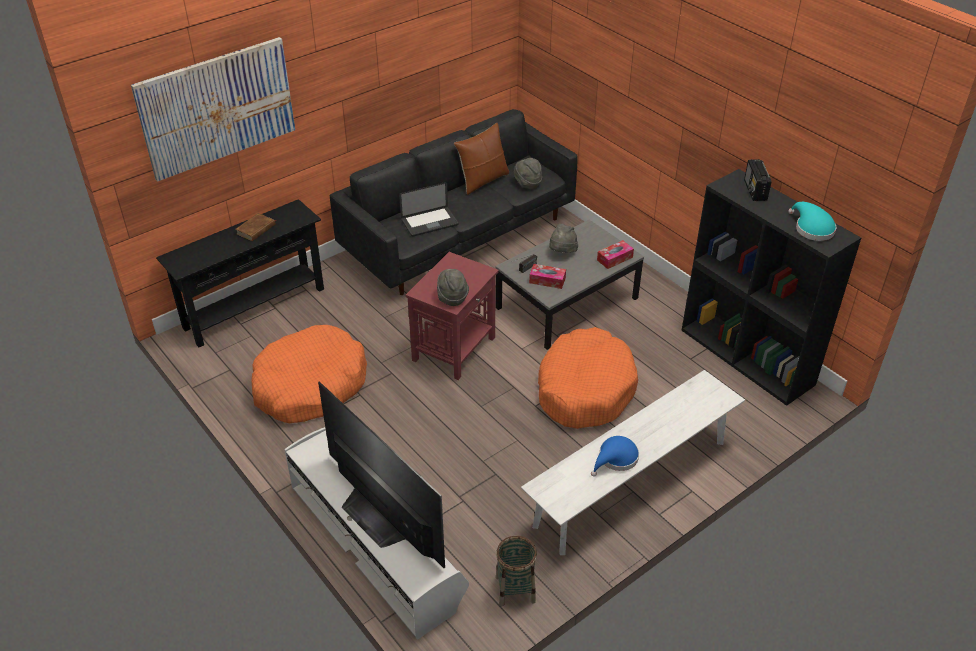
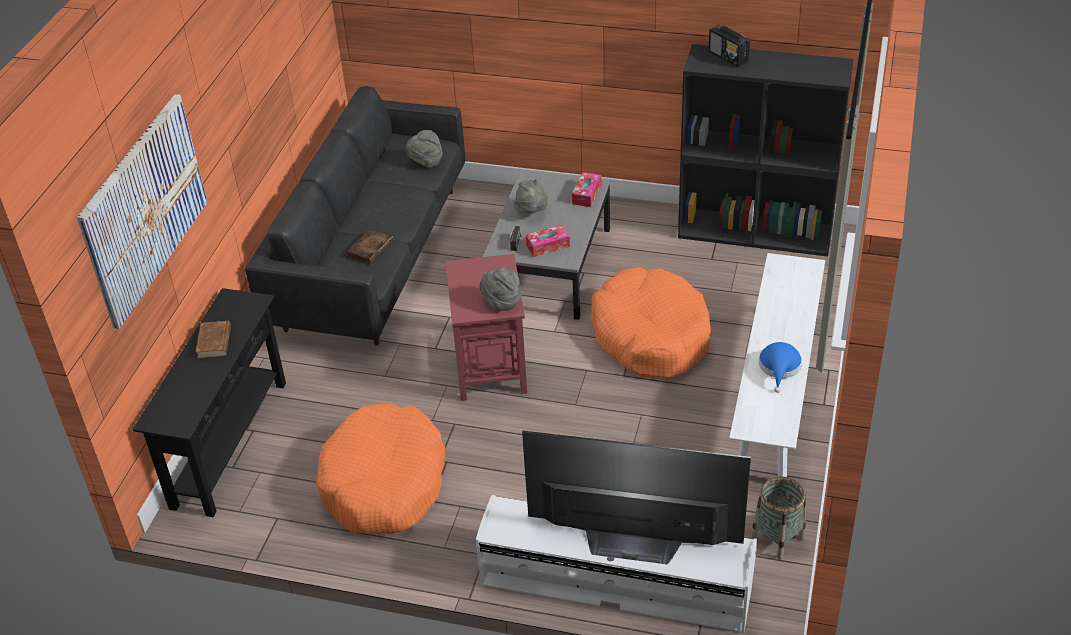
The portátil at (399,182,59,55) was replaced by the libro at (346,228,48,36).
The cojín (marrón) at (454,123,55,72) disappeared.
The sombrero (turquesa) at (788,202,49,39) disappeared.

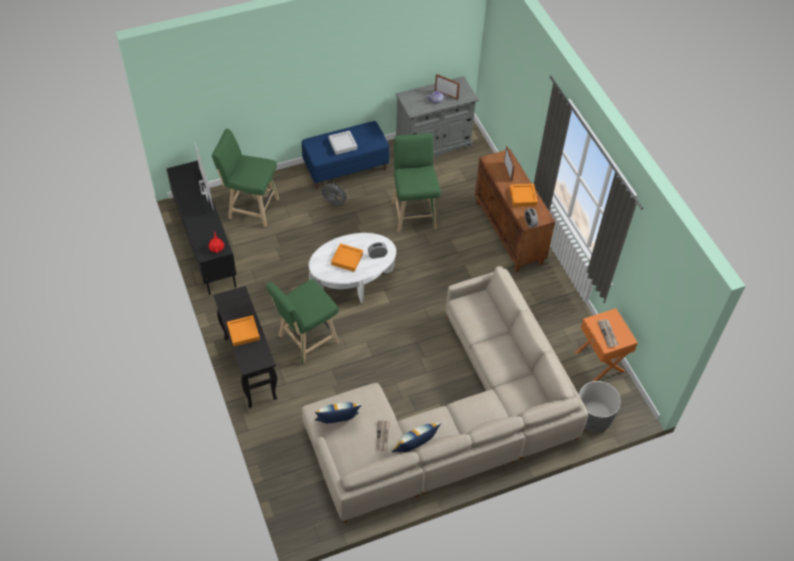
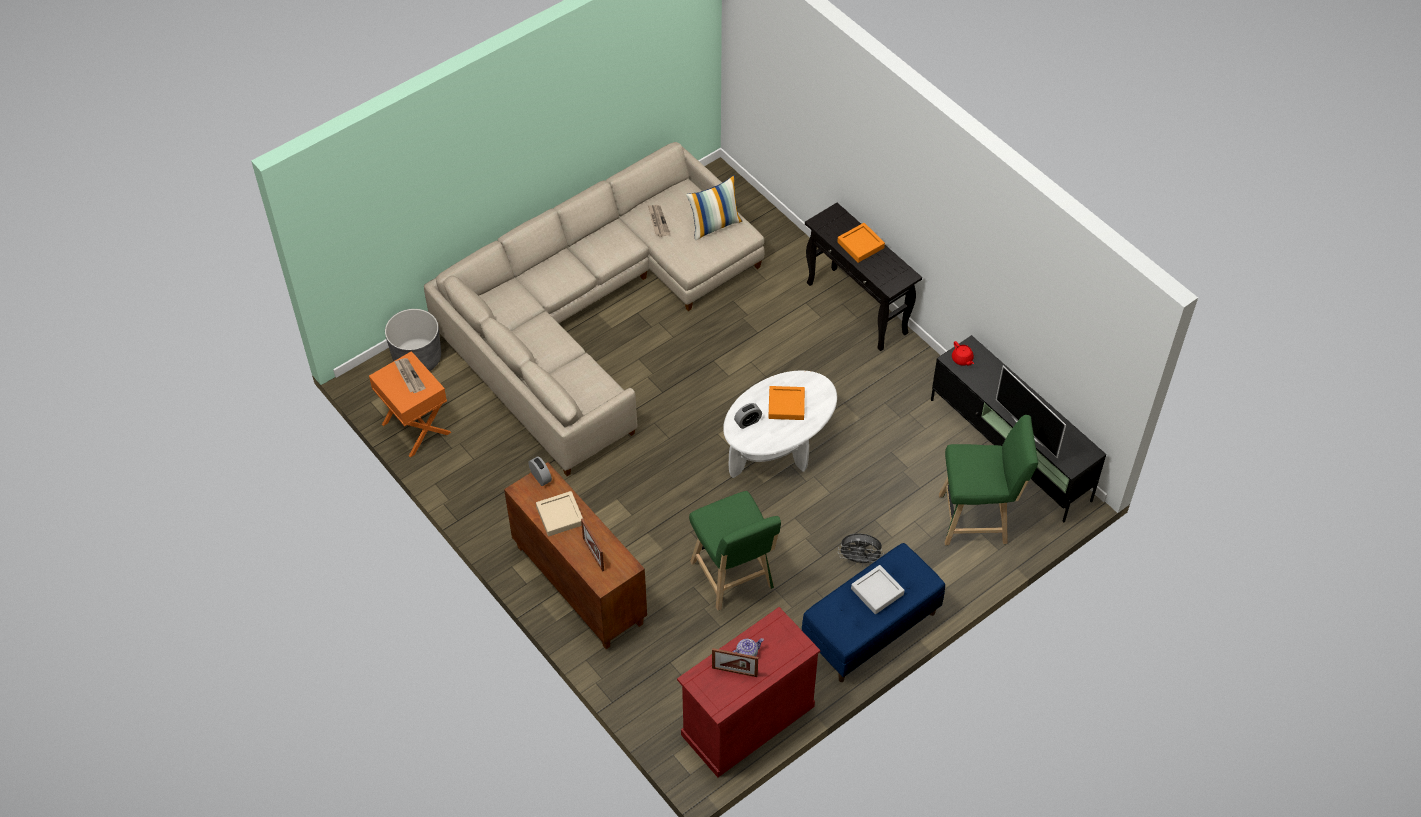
The bandeja (naranja) at (509,184,29,23) became the bandeja (beis) at (536,491,48,45).
The armario (gris) at (396,76,83,80) became the armario (rojo) at (677,607,144,170).
The taburete (verde) at (266,279,73,86) disappeared.
The cojín at (391,423,50,29) disappeared.

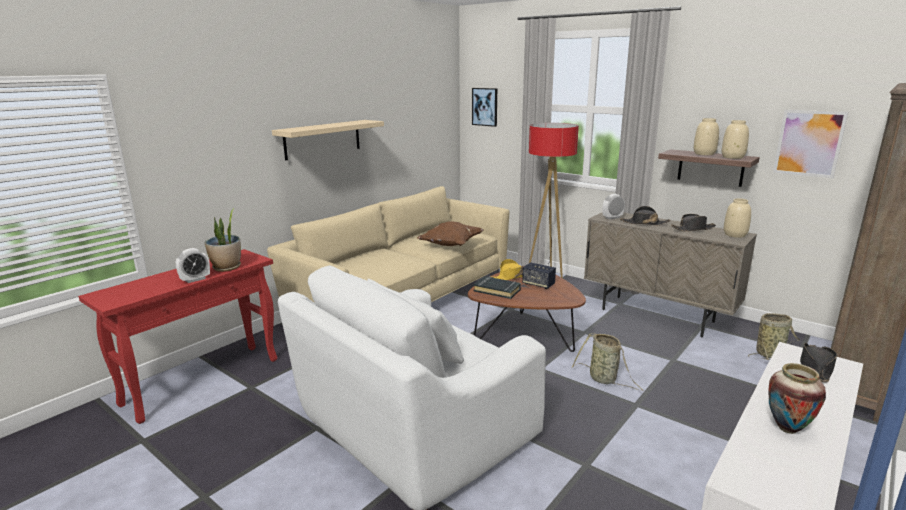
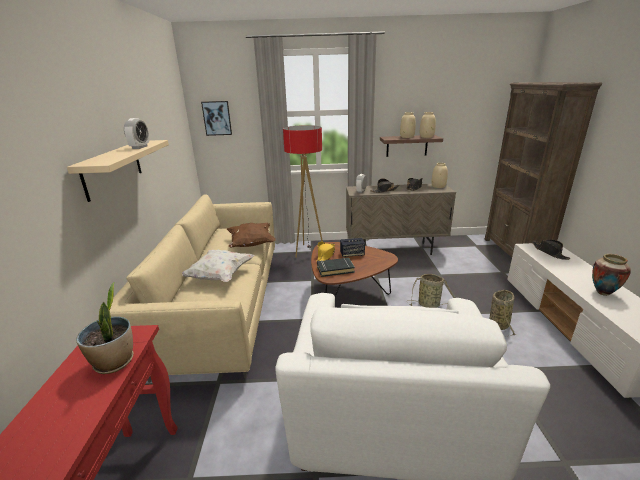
The despertador moved from (176,248,34,35) to (124,118,25,31).
The cojín (blanco) at (182,250,73,32) appeared.
The cesta moved from (748,313,52,47) to (489,290,27,47).
The cuadro at (773,110,75,68) disappeared.

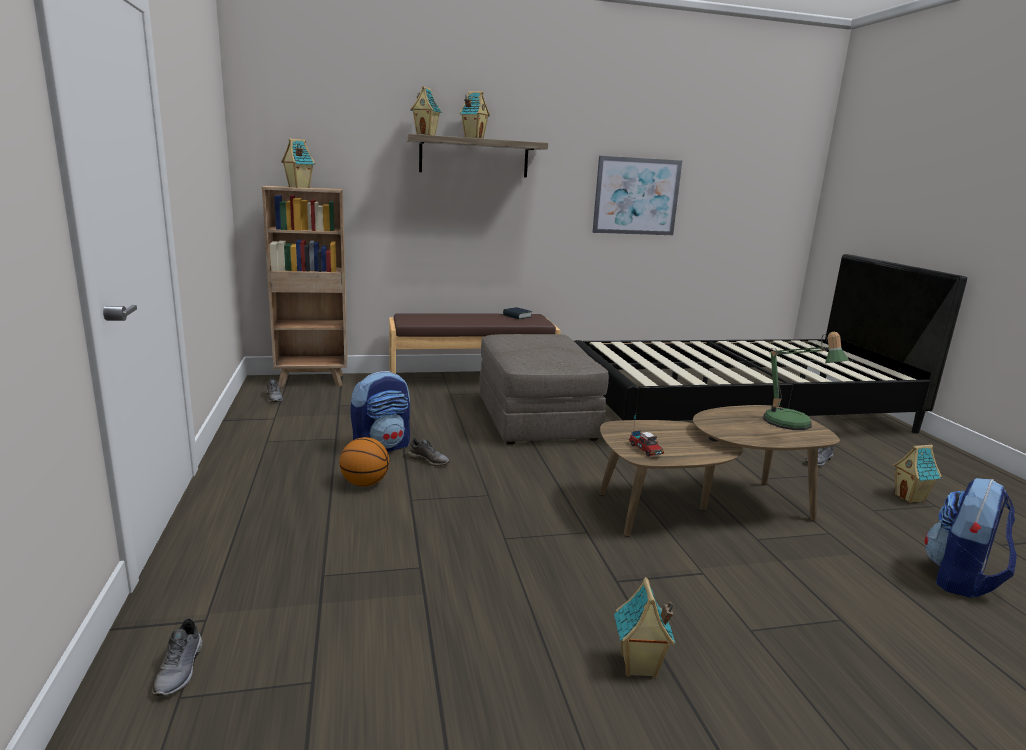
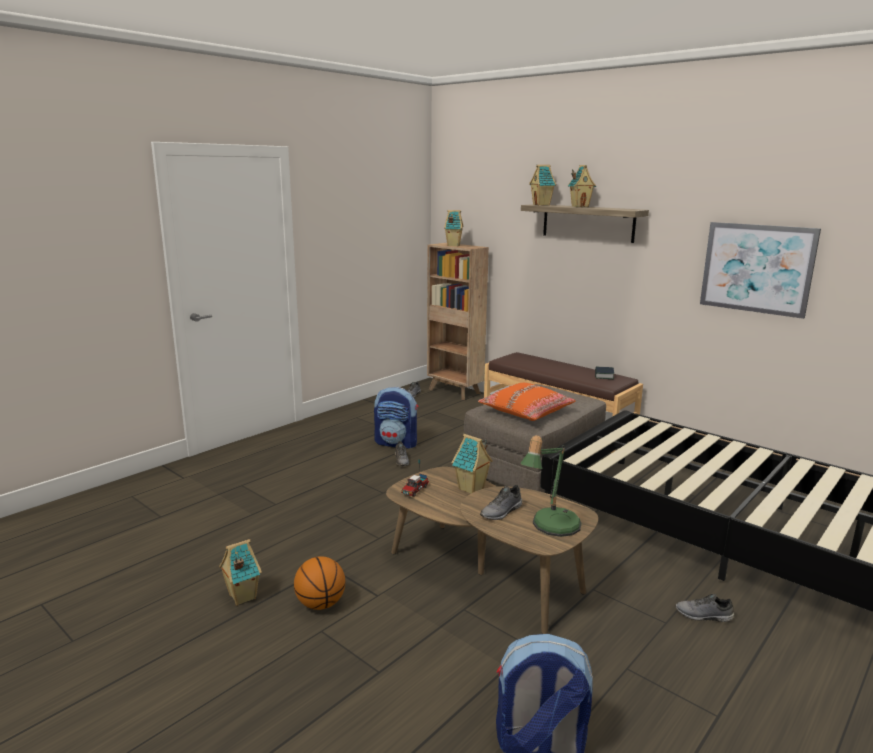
The balón de baloncesto moved from (339,437,50,49) to (294,556,51,54).
The casita moved from (893,444,49,59) to (452,434,41,59).
The cojín (naranja) at (478,383,98,38) appeared.
The zapato (gris) moved from (152,618,50,78) to (480,485,42,35).

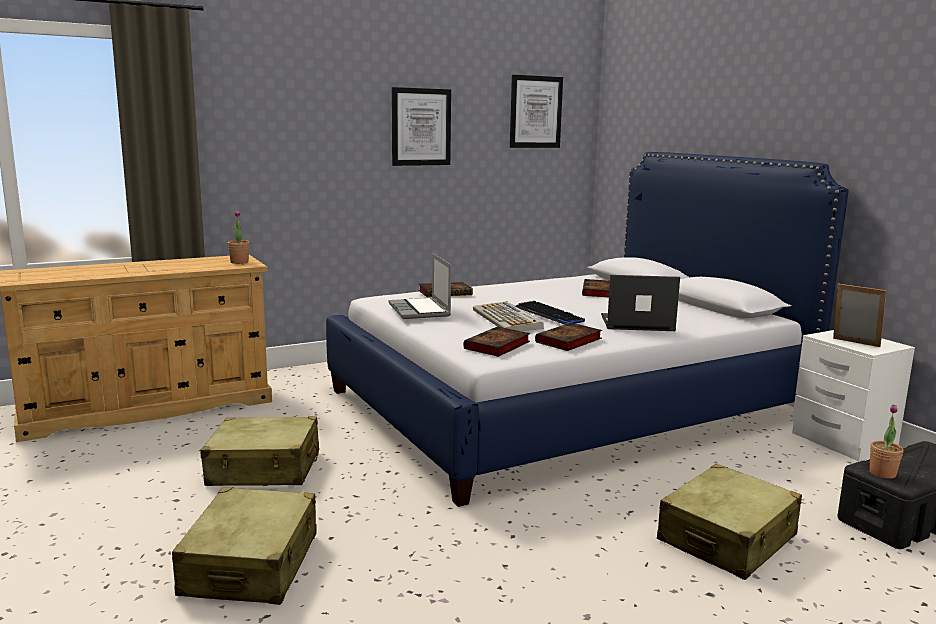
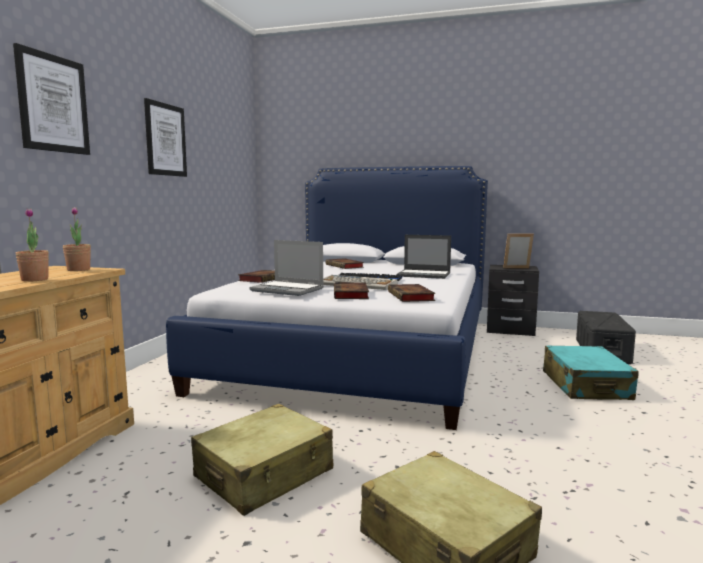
The cuadro moved from (510,75,53,73) to (13,43,77,112).
The planta en maceta moved from (869,404,34,75) to (15,209,34,73).
The libro moved from (535,323,67,28) to (334,282,35,17).
The portátil at (601,275,79,56) turned 120 degrees counterclockwise.
The mesita de noche (blanco) at (792,330,123,131) became the mesita de noche (negro) at (487,265,52,71).
The maleta (beis) at (657,464,145,116) became the maleta (turquesa) at (543,346,96,54).

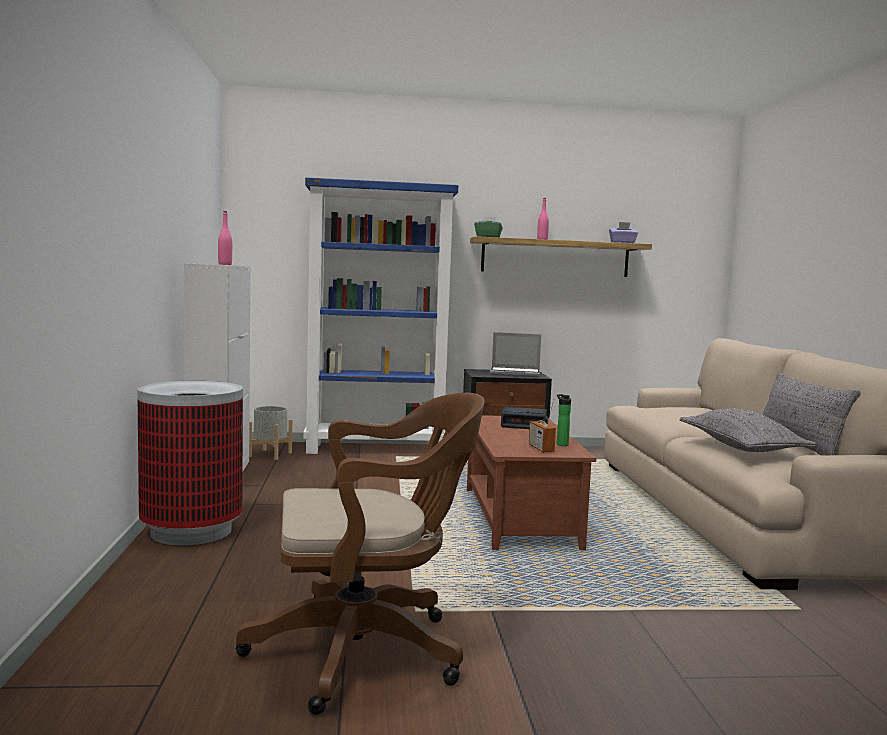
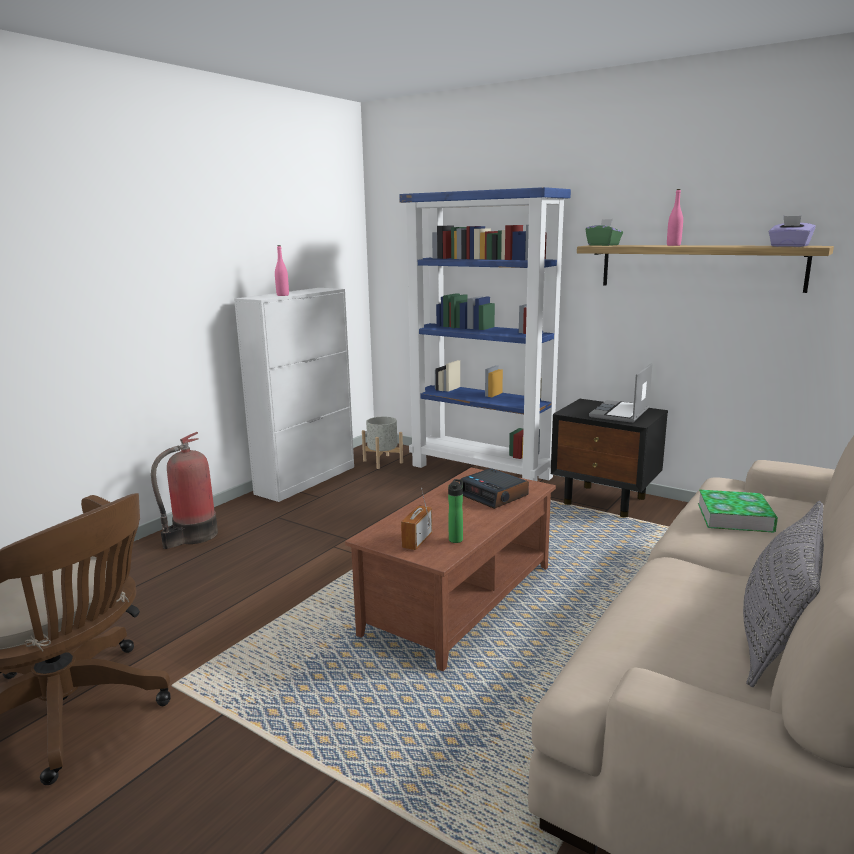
The papelera at (137,381,106,164) was replaced by the extintor at (151,432,67,117).
The portátil at (490,332,51,45) turned 75 degrees clockwise.
The libro at (698,490,80,43) appeared.
The cojín (gris) at (679,408,138,44) disappeared.

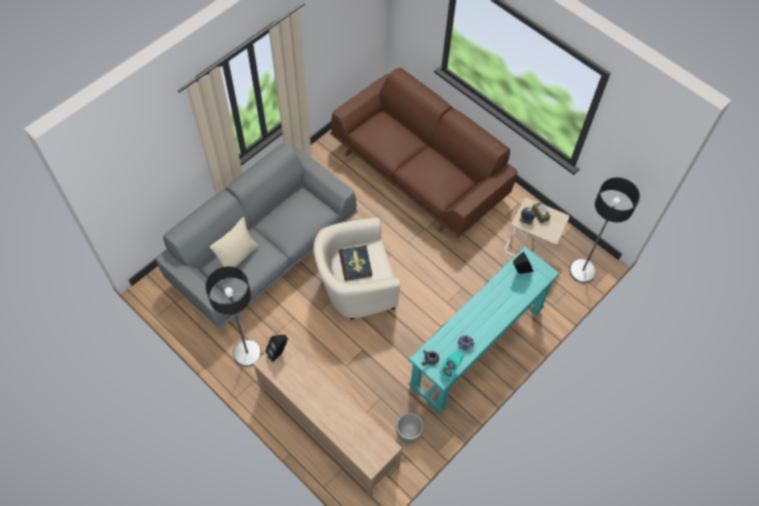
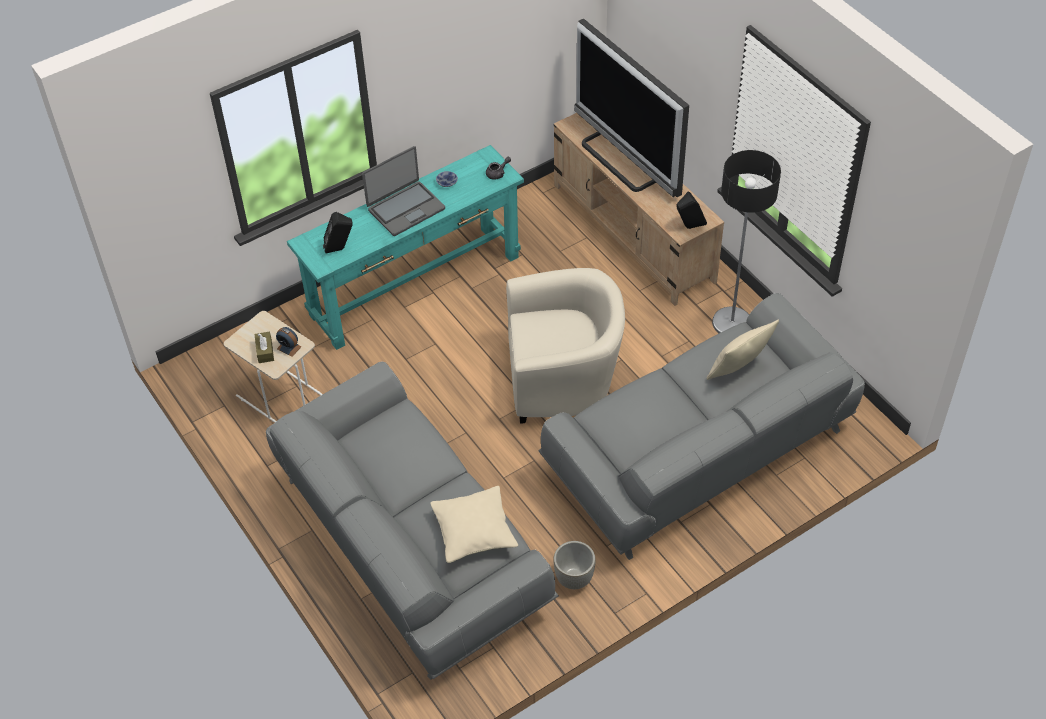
The sofá (marrón) at (330,68,187,170) became the sofá (gris) at (266,362,293,318).
The portátil at (362,146,83,90) appeared.
The cojín (beis) at (430,486,88,77) appeared.
The maceta (gris) moved from (396,413,28,30) to (553,541,43,48).
The televisor at (575,19,114,178) appeared.
The libro at (339,246,33,35) disappeared.
The altavoz (turquesa) at (440,351,24,31) disappeared.
The lámpara de pie at (569,177,71,106) disappeared.

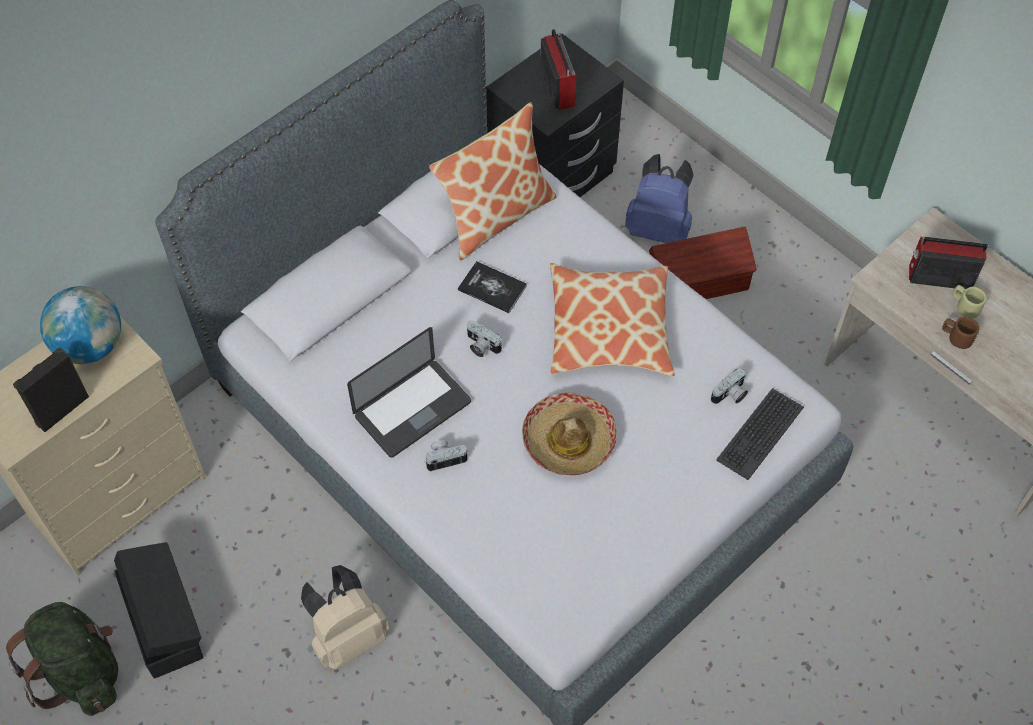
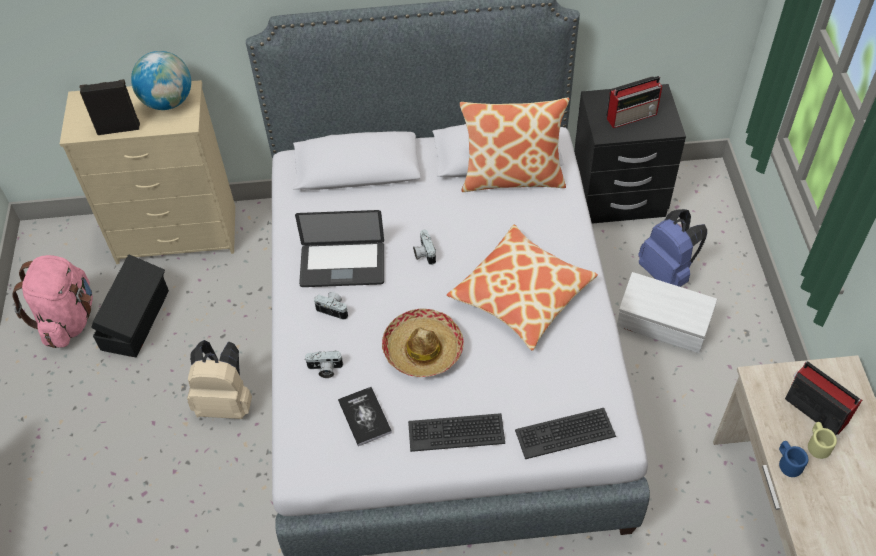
The mochila (verde) at (6,602,112,114) became the mochila (rosa) at (12,255,81,93).
The cámara moved from (711,368,37,36) to (304,351,39,27).
The libro moved from (458,261,69,52) to (338,387,54,59).
The teclado at (408,413,97,39) appeared.
The radio at (540,29,36,81) turned 45 degrees clockwise.
The caja de almacenaje (marrón) at (649,227,108,72) became the caja de almacenaje (blanco) at (617,272,100,81).
The taza grande (marrón) at (942,317,37,32) became the taza grande (azul) at (779,441,29,36).

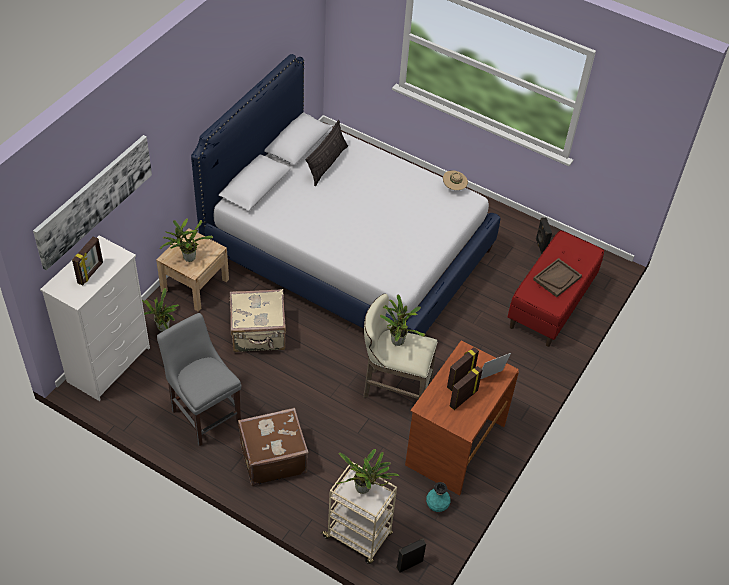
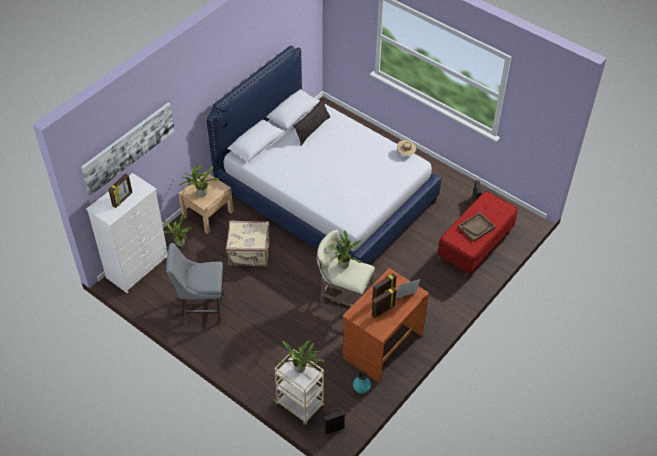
The silla (gris) at (157,313,85,133) turned 60 degrees counterclockwise.
The maleta (marrón) at (238,408,70,78) disappeared.

